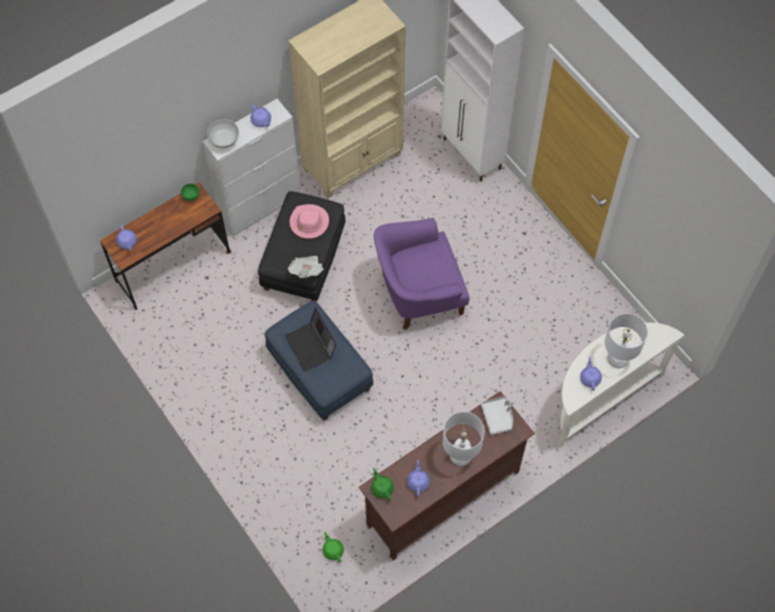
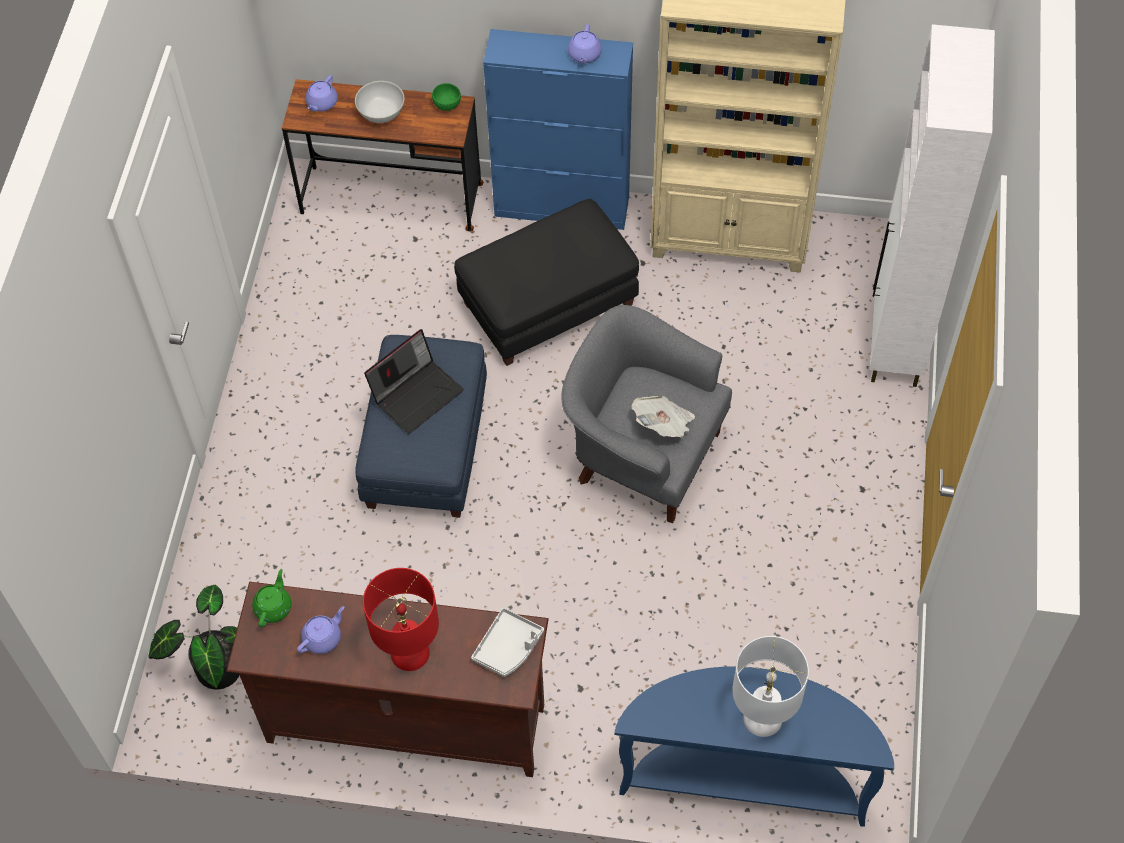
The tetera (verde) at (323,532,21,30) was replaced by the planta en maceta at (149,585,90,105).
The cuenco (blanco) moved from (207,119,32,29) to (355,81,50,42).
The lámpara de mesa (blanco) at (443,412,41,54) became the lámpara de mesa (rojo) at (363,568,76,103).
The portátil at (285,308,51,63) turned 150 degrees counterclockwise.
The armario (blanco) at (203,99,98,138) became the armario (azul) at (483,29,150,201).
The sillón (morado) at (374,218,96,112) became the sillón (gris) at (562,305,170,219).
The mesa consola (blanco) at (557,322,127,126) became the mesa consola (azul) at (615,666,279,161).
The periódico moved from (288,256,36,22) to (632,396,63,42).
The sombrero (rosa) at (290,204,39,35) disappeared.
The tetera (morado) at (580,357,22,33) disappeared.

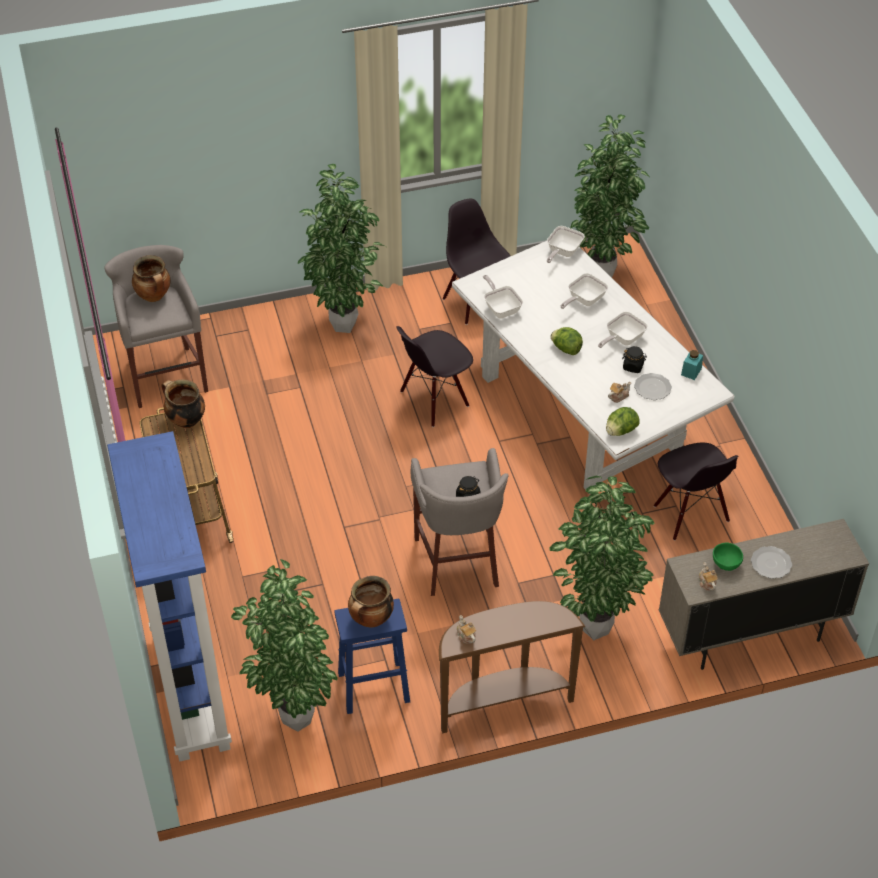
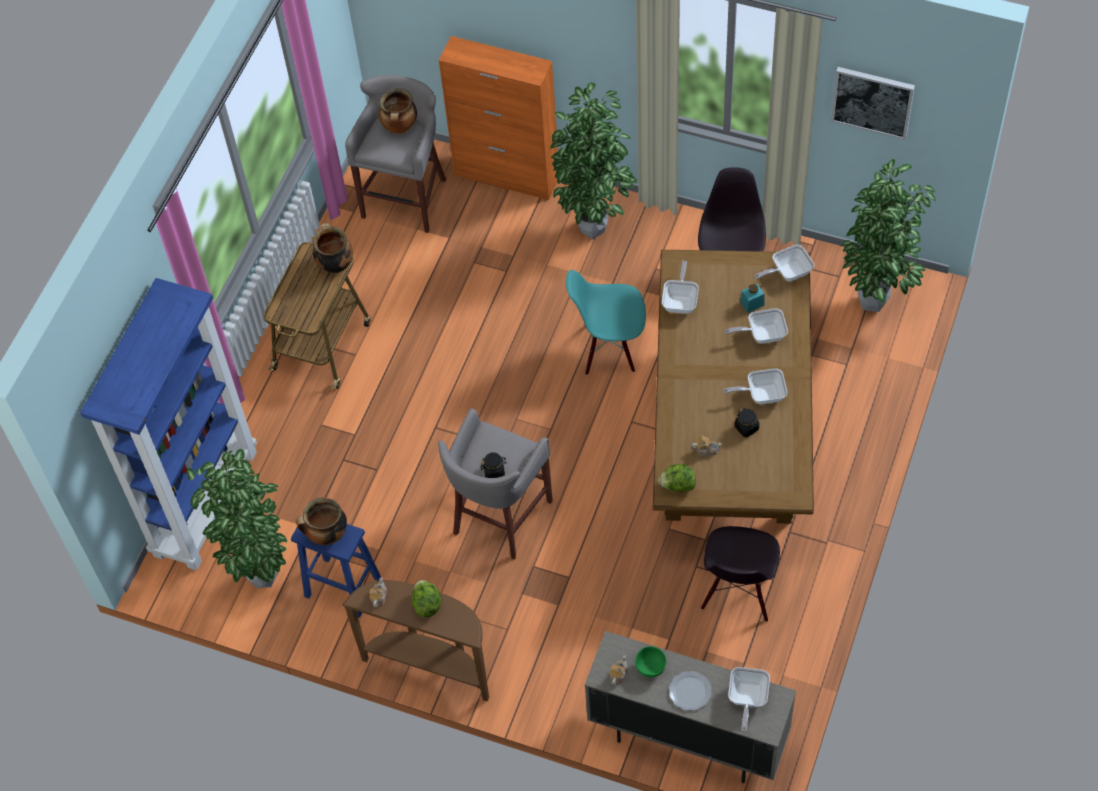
The lechuga moved from (550,327,33,28) to (412,580,29,38).
The armario (naranja) at (439,36,119,164) appeared.
The silla (negro) at (396,326,77,101) became the silla (turquesa) at (566,270,80,105).
The mesa de comedor (blanco) at (452,241,282,249) became the mesa de comedor (marrón) at (653,250,161,274).
The sartén at (728,667,42,65) appeared.
The tarro (turquesa) moved from (681,350,22,30) to (740,284,24,29).
The cuadro at (831,67,84,73) appeared.
The planta en maceta at (549,475,105,165) disappeared.
The plato at (634,373,38,27) disappeared.

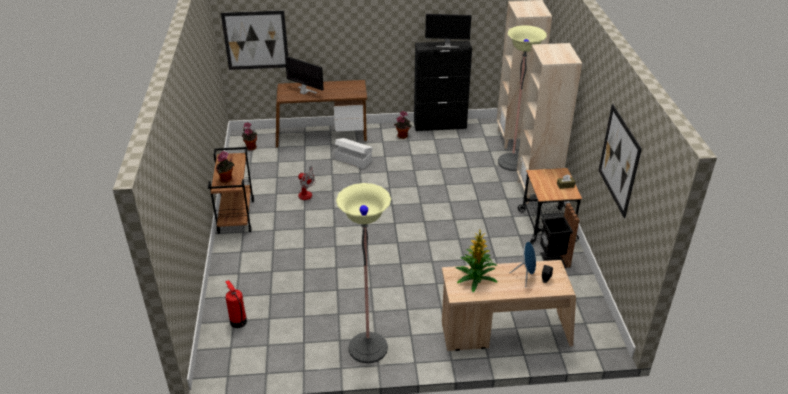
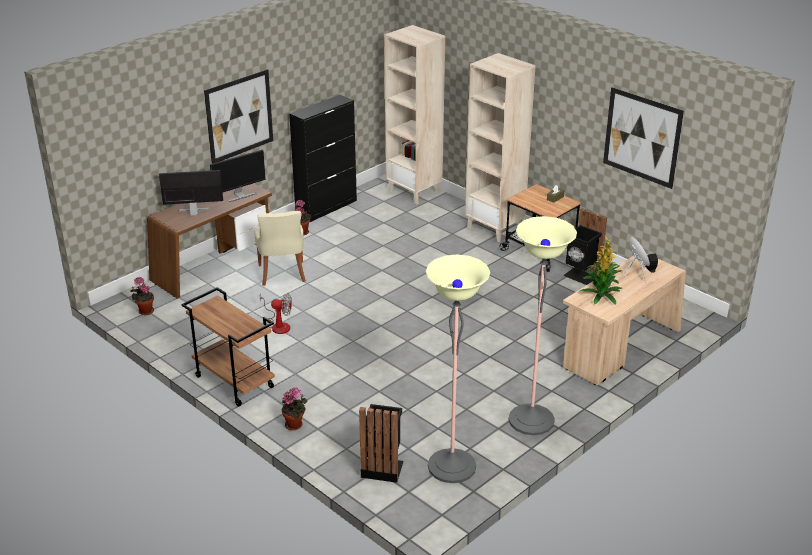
The cuadro moved from (221,10,67,60) to (204,69,69,95).
The monitor moved from (425,14,47,34) to (210,150,56,52).
The caja de almacenaje (blanco) at (334,138,39,31) was replaced by the silla (beis) at (254,211,52,75).
The planta en maceta moved from (216,151,19,32) to (282,388,25,42).
The extintor at (225,280,22,48) was replaced by the papelera (negro) at (359,404,45,79).
The lámpara de pie moved from (498,25,49,146) to (425,254,65,229).

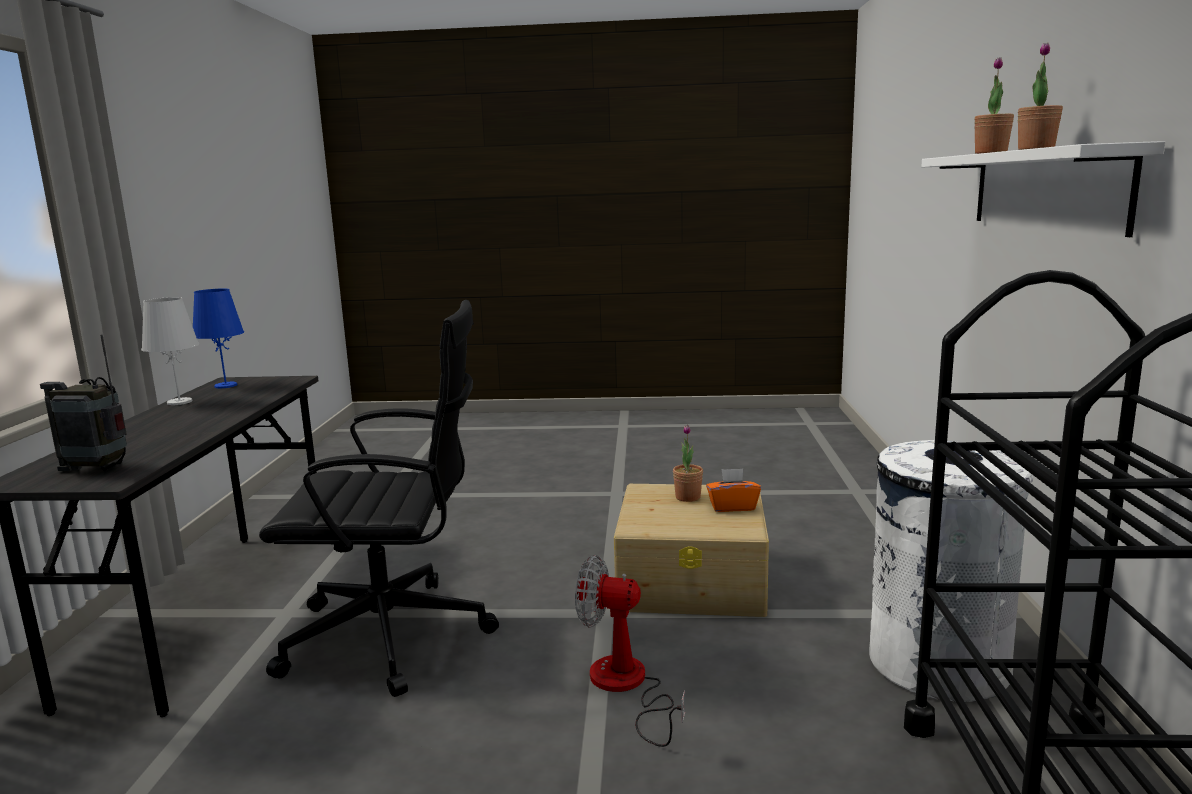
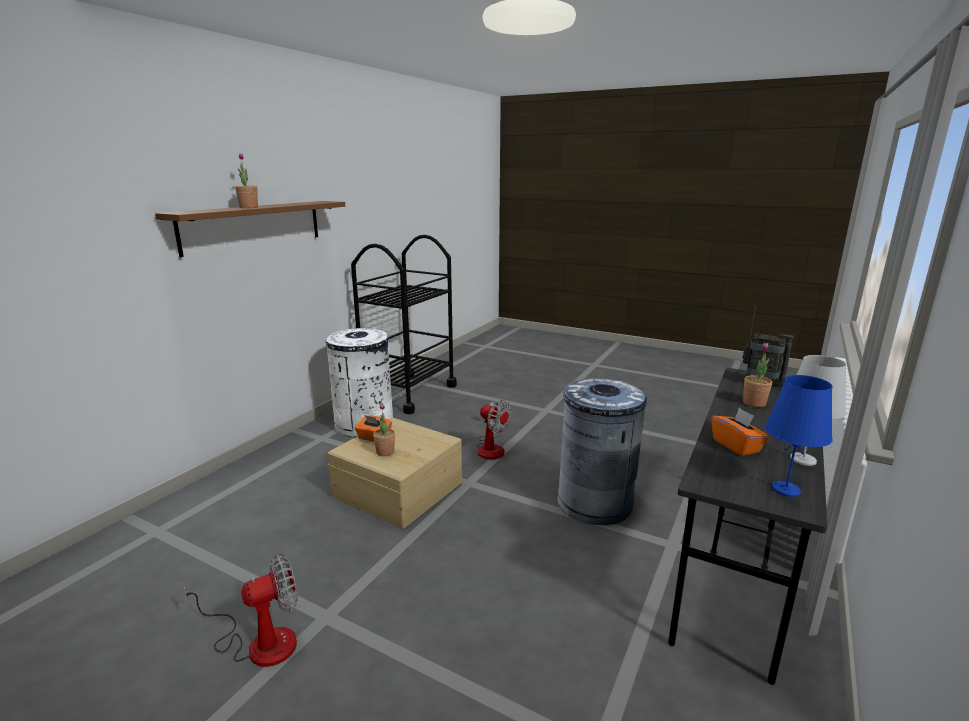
The estante (blanco) at (921,141,244,96) became the estante (marrón) at (155,201,190,56).
The ventilador at (183,554,115,113) appeared.
The silla de oficina (negro) at (259,300,240,397) was replaced by the papelera (gris) at (557,378,90,147).
The caja de pañuelos (naranja) at (711,408,58,48) appeared.
The planta en maceta moved from (1018,43,45,107) to (743,343,29,64).

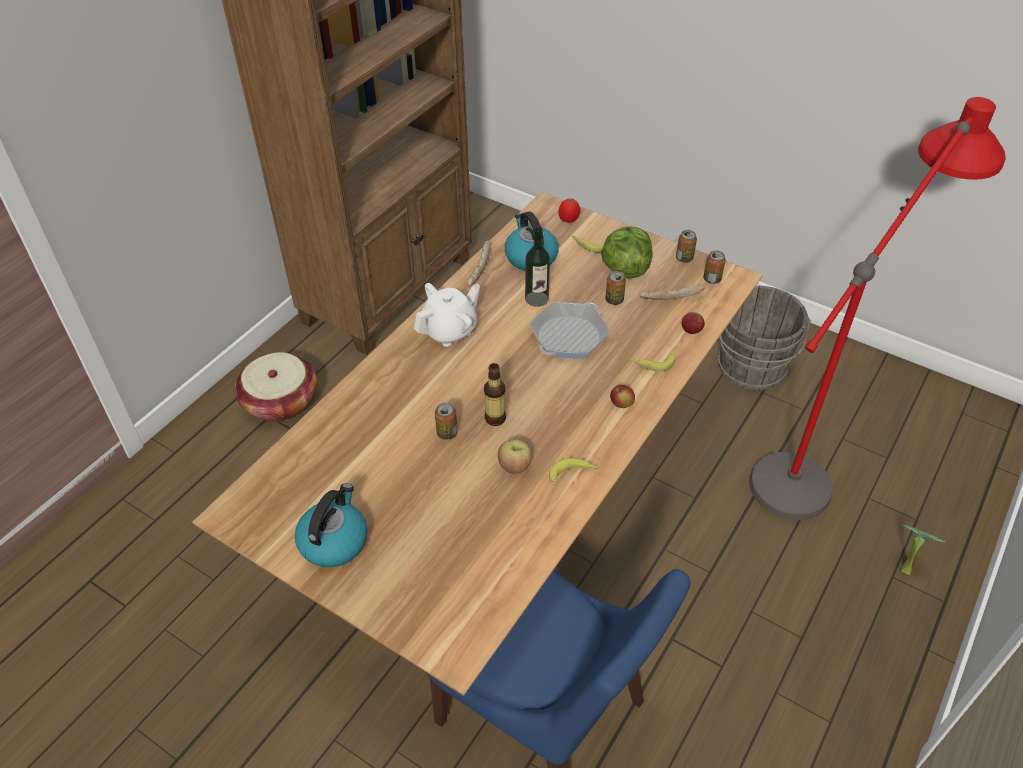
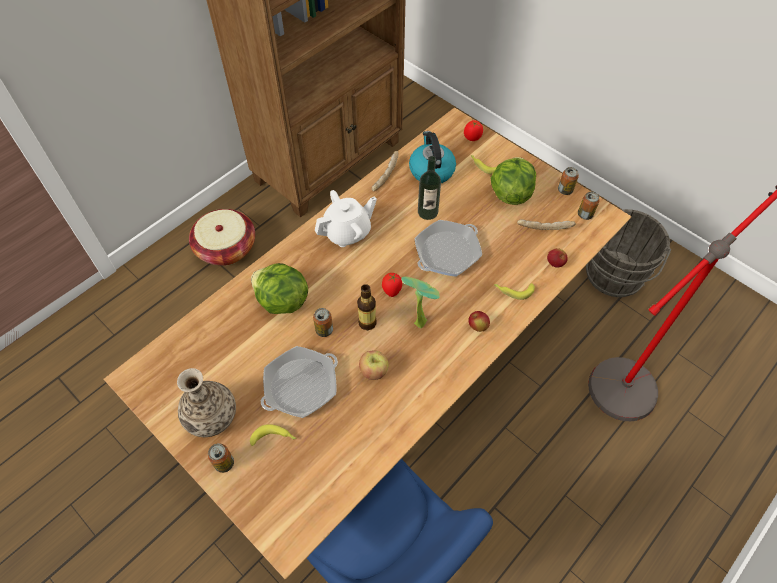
The hervidor at (295,483,73,84) was replaced by the florero at (177,368,59,69).
The lata moved from (606,271,20,34) to (208,444,26,29).
The plátano moved from (549,458,50,24) to (250,424,46,22).
The lechuga at (251,263,57,51) appeared.
The sartén at (261,346,77,72) appeared.
The tomate at (382,273,20,24) appeared.
The planta en maceta moved from (900,525,46,50) to (401,276,39,52).

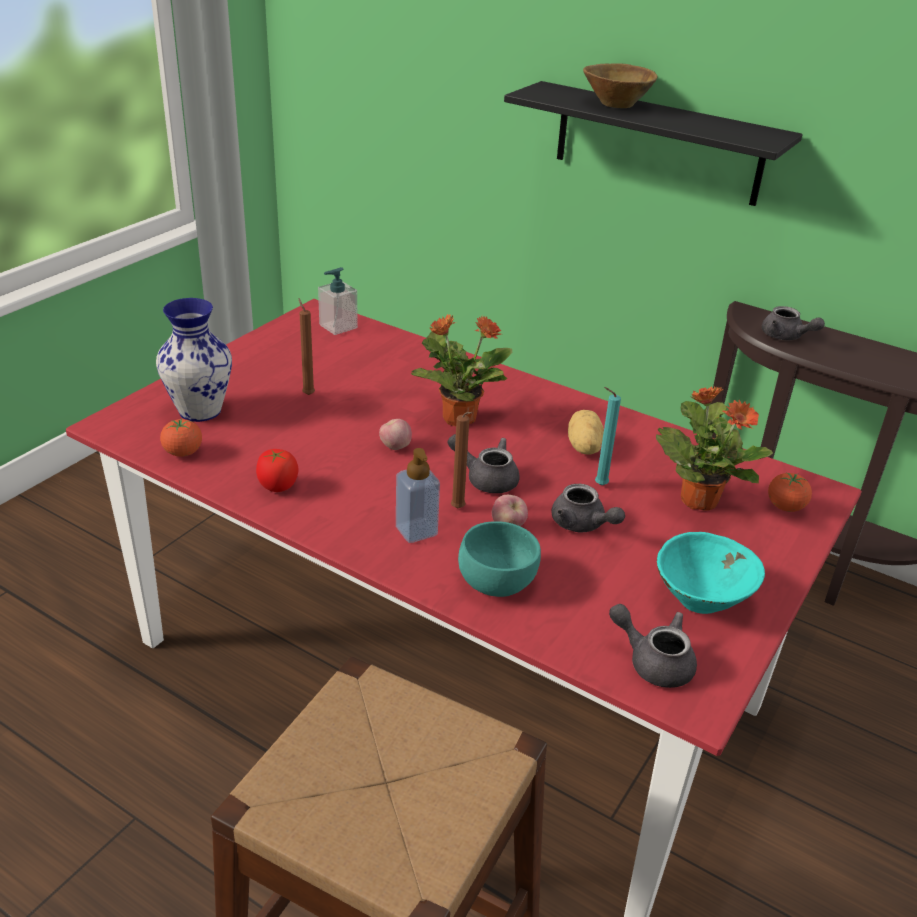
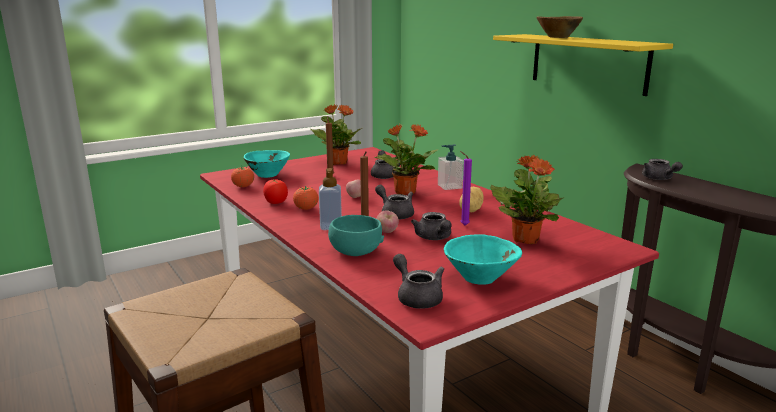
The florero at (156,298,76,124) was replaced by the cuenco (turquesa) at (244,150,46,28).
The tomate moved from (768,473,44,39) to (293,186,25,24).
The planta en maceta at (311,104,51,61) appeared.
The tetera (gris) at (371,150,29,29) appeared.
The dispensador de jabón moved from (318,267,40,68) to (438,144,26,46).
The vela (turquesa) at (595,387,26,98) became the vela (morado) at (460,151,12,74).
The estante (negro) at (504,81,298,125) became the estante (amarillo) at (493,34,180,62).

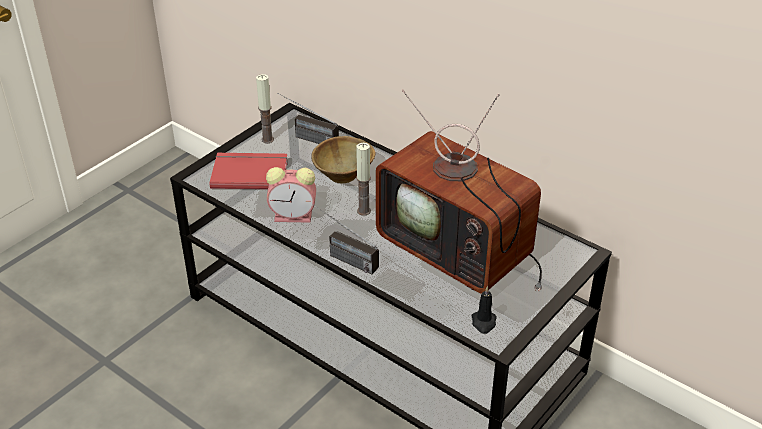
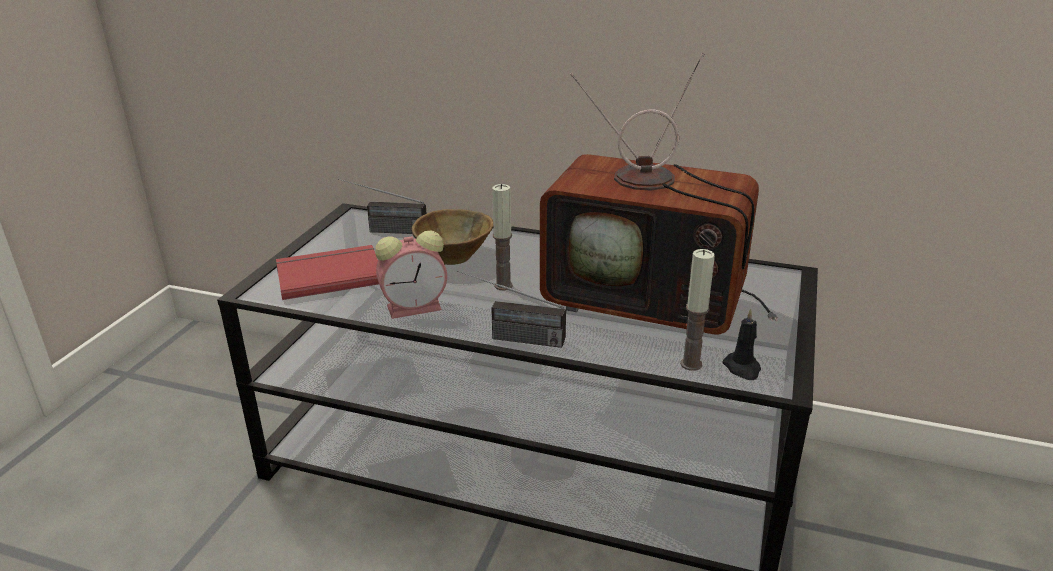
The vela moved from (256,74,18,69) to (680,249,35,122).

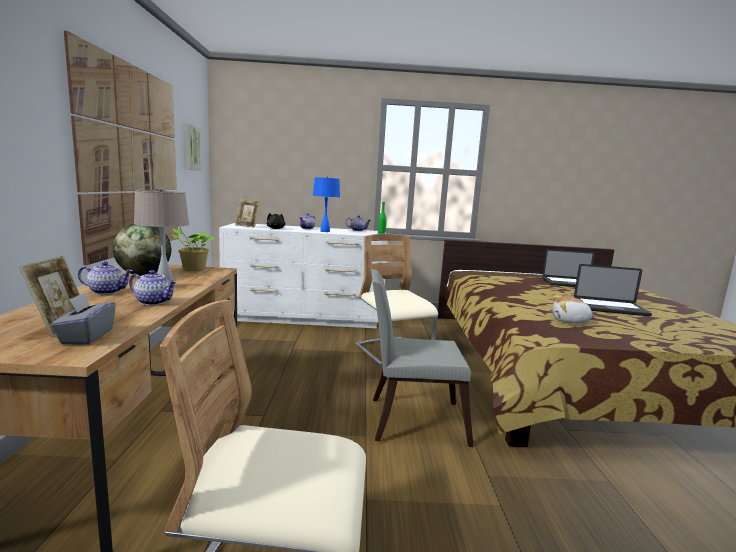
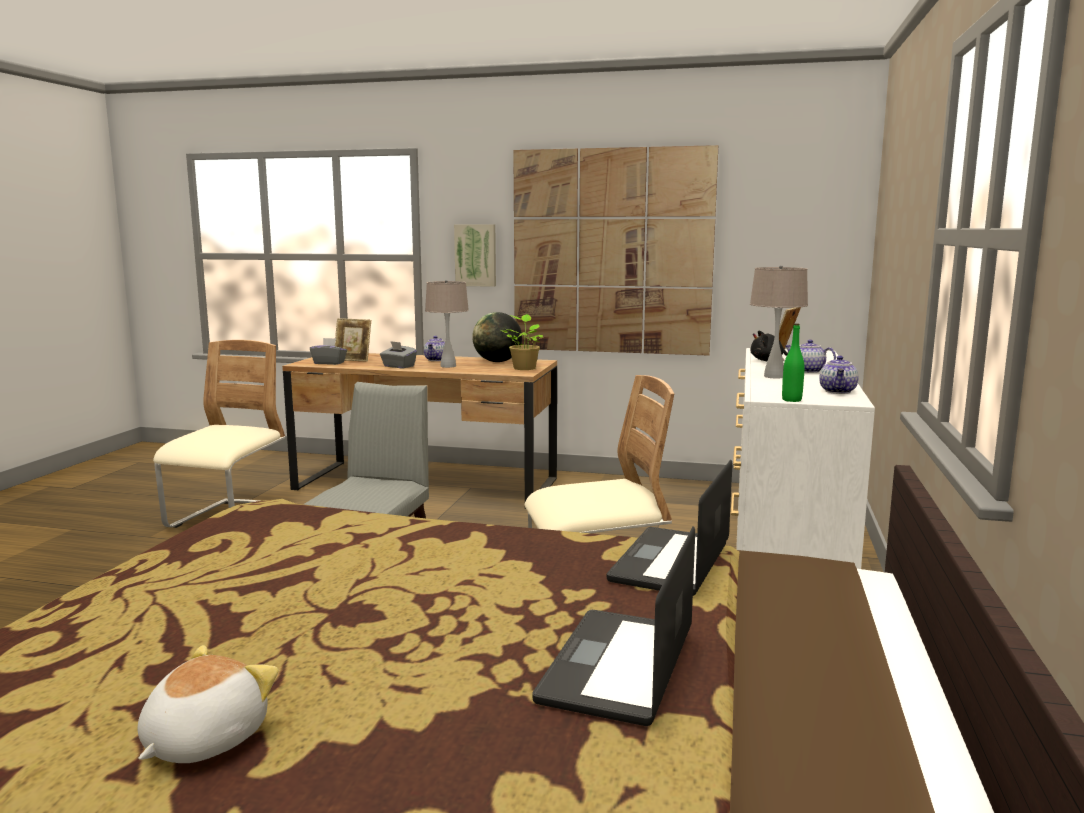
The peluche moved from (552,295,44,29) to (137,645,141,118).
The tetera at (129,270,48,35) was replaced by the caja de pañuelos (gris) at (380,341,37,27).
The cuadro moved from (185,124,17,47) to (454,224,42,63).
The portátil moved from (574,264,78,52) to (607,460,126,136).
The lámpara de mesa (azul) at (313,177,27,55) became the lámpara de mesa (beis) at (750,265,58,114).

